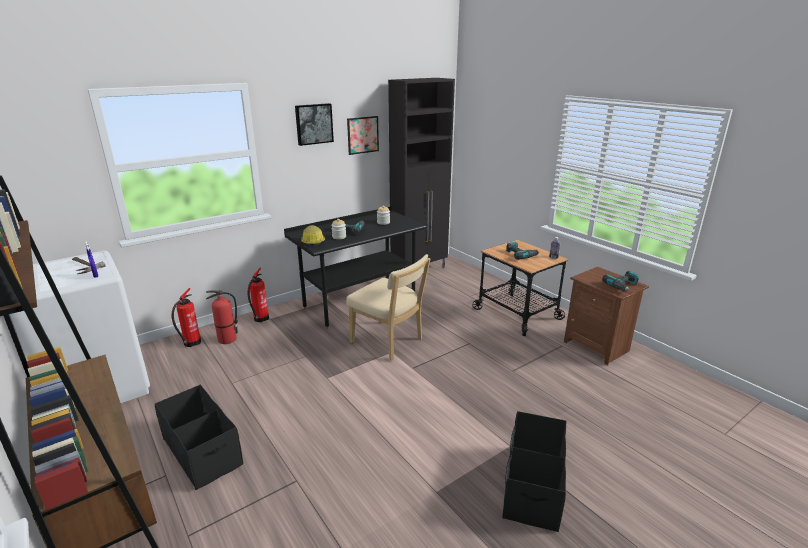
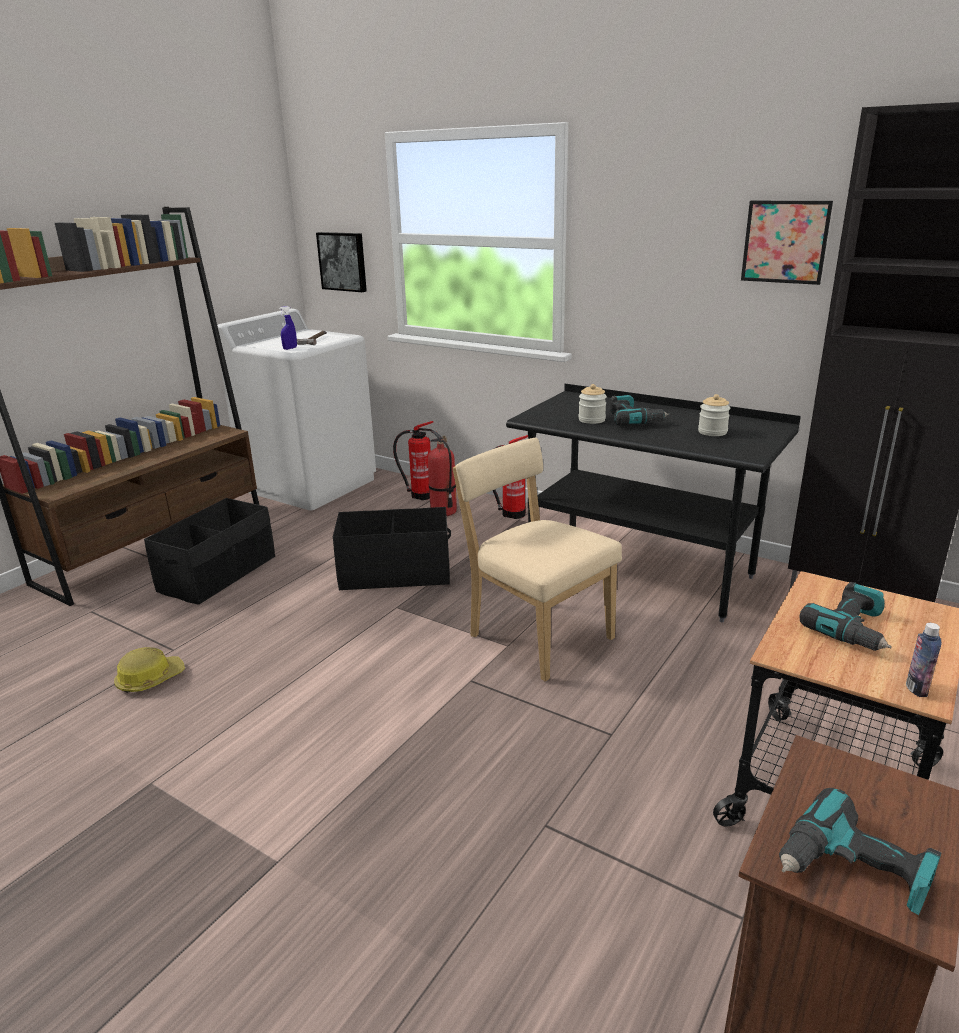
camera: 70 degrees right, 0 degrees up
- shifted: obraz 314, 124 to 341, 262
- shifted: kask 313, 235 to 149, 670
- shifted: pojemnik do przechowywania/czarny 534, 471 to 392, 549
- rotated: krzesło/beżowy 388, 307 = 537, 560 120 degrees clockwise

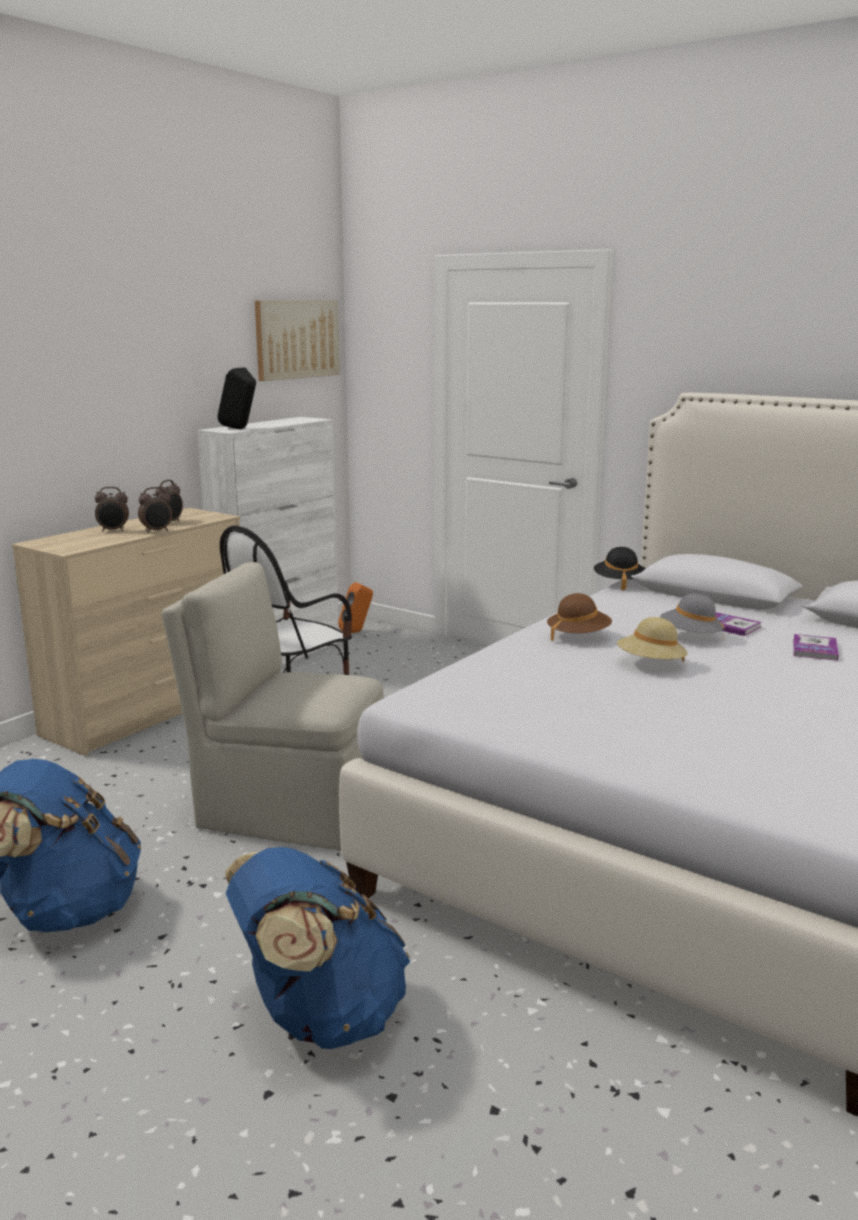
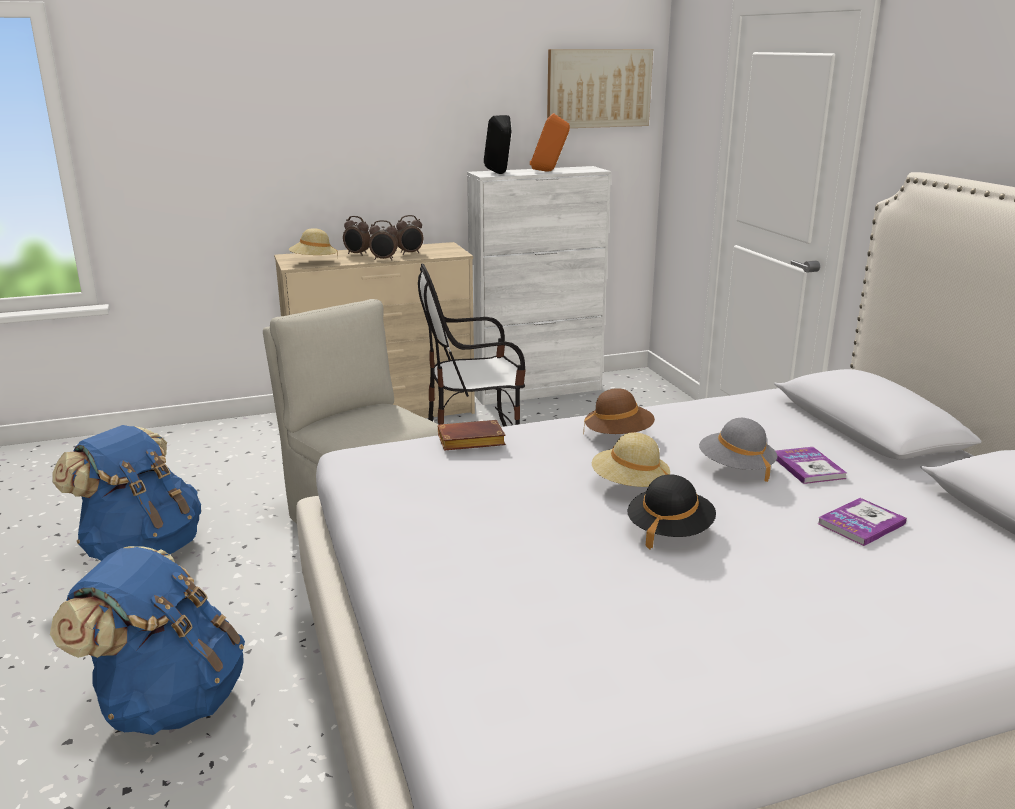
camera: 35 degrees right, 5 degrees up
- new: kapelusz/beżowy 313, 241
- new: książka/brązowy 472, 435
- shifted: głośnik/pomarańczowy 355, 607 to 550, 142
- shifted: kapelusz/czarny 619, 569 to 672, 512

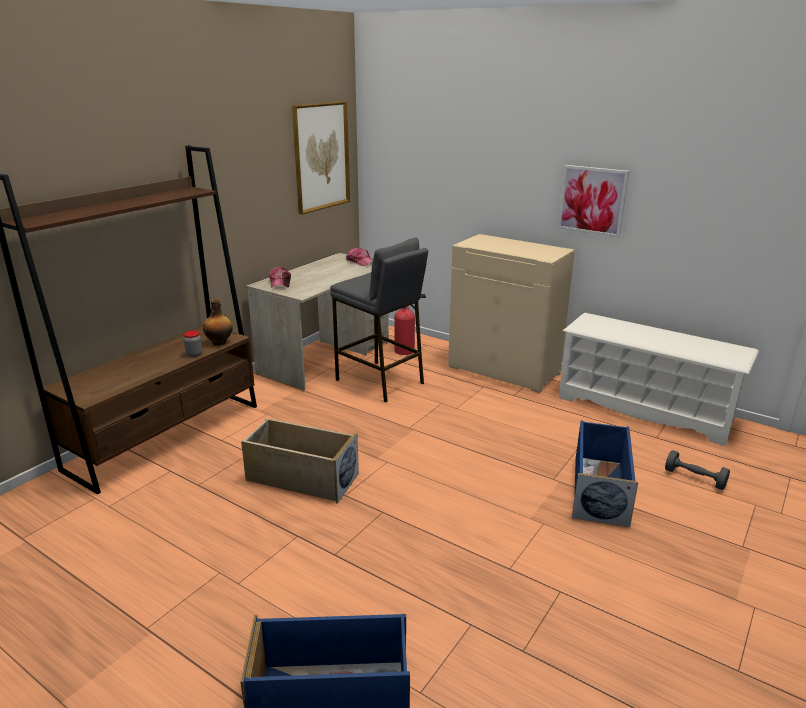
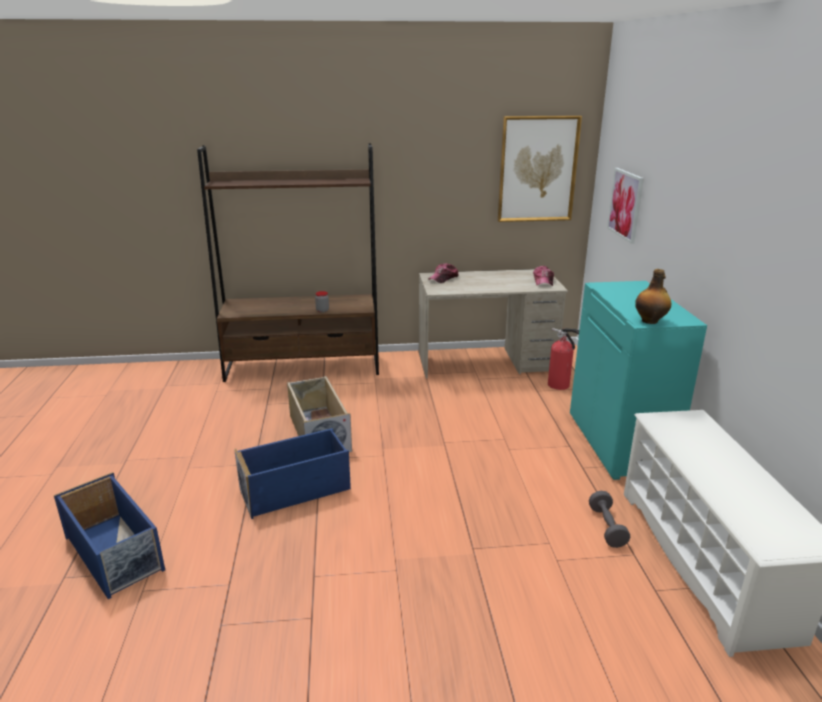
camera: 50 degrees right, 0 degrees up
- gone: stołek/szary 379, 319
- shifted: butelka 218, 322 to 653, 296
- shifted: obraz 593, 201 to 625, 206
- shifted: pojemnik do przechowywania/niebieski 605, 474 to 292, 473
- shifted: hantel/szary 697, 470 to 609, 519
- repainted: szafka/beżowy 511, 313 to szafka/turkusowy 638, 380

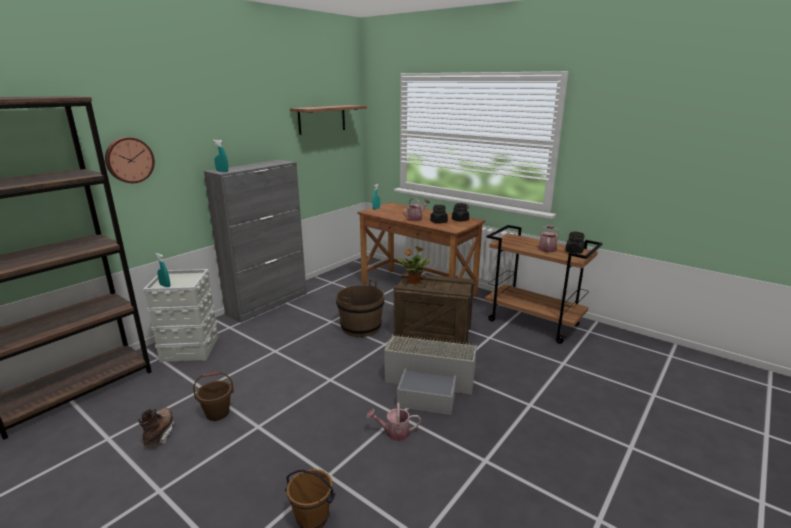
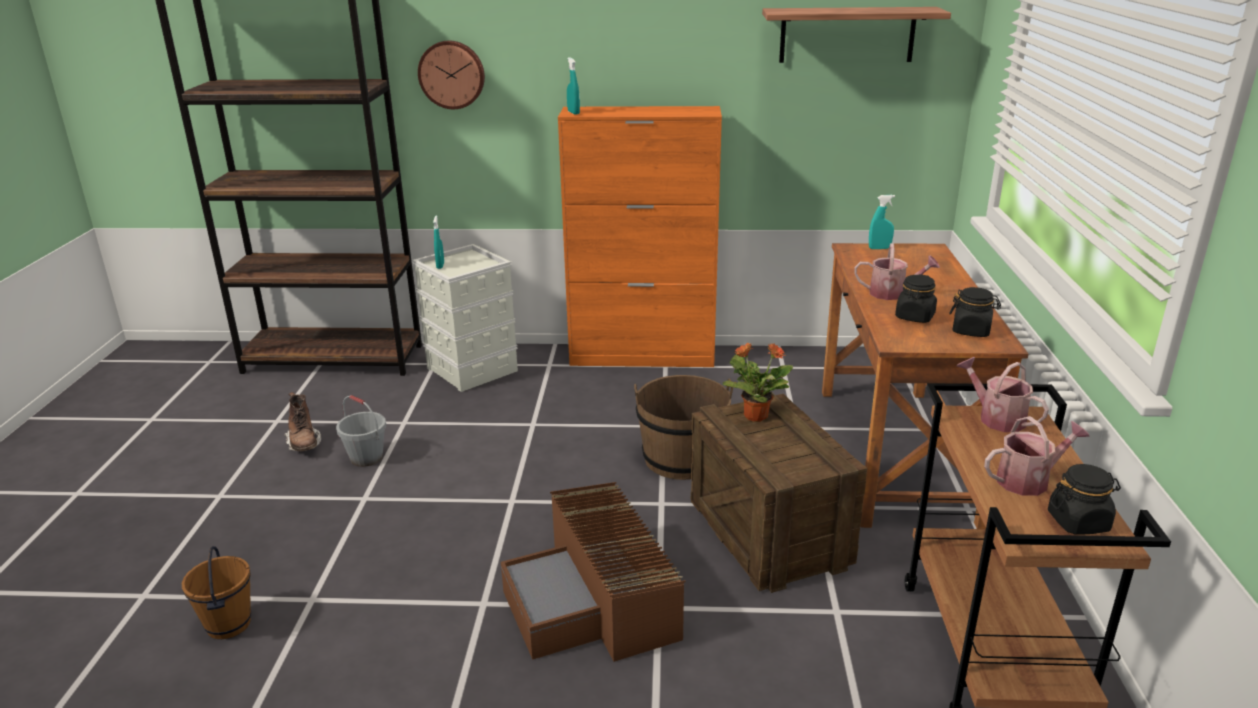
camera: 55 degrees right, 5 degrees up
- shifted: konewka 393, 422 to 1003, 394
- repainted: wiadro/brązowy 213, 396 to wiadro/szary 361, 431
- repainted: szafka/szary 255, 241 to szafka/pomarańczowy 640, 236
- repainted: pojemnik do przechowywania/szary 430, 374 to pojemnik do przechowywania/brązowy 593, 572
- rotated: but z cholewką/brązowy 156, 427 = 302, 422 105 degrees clockwise

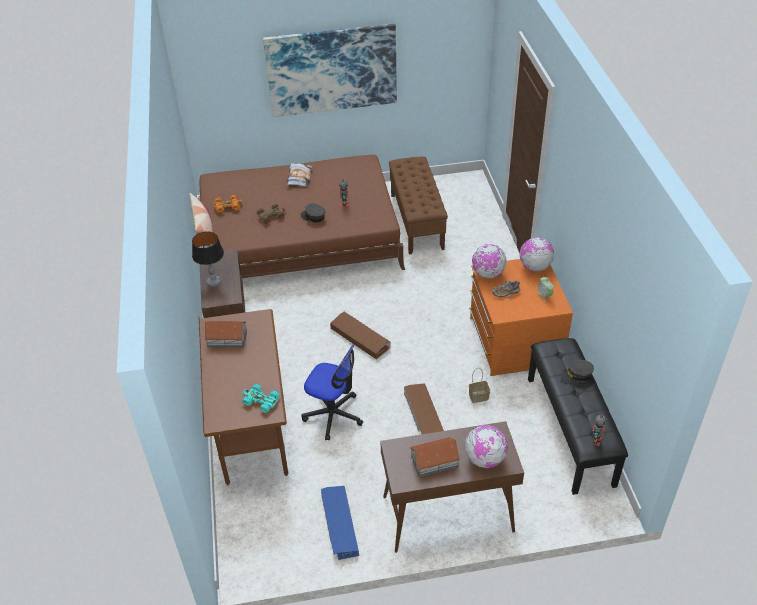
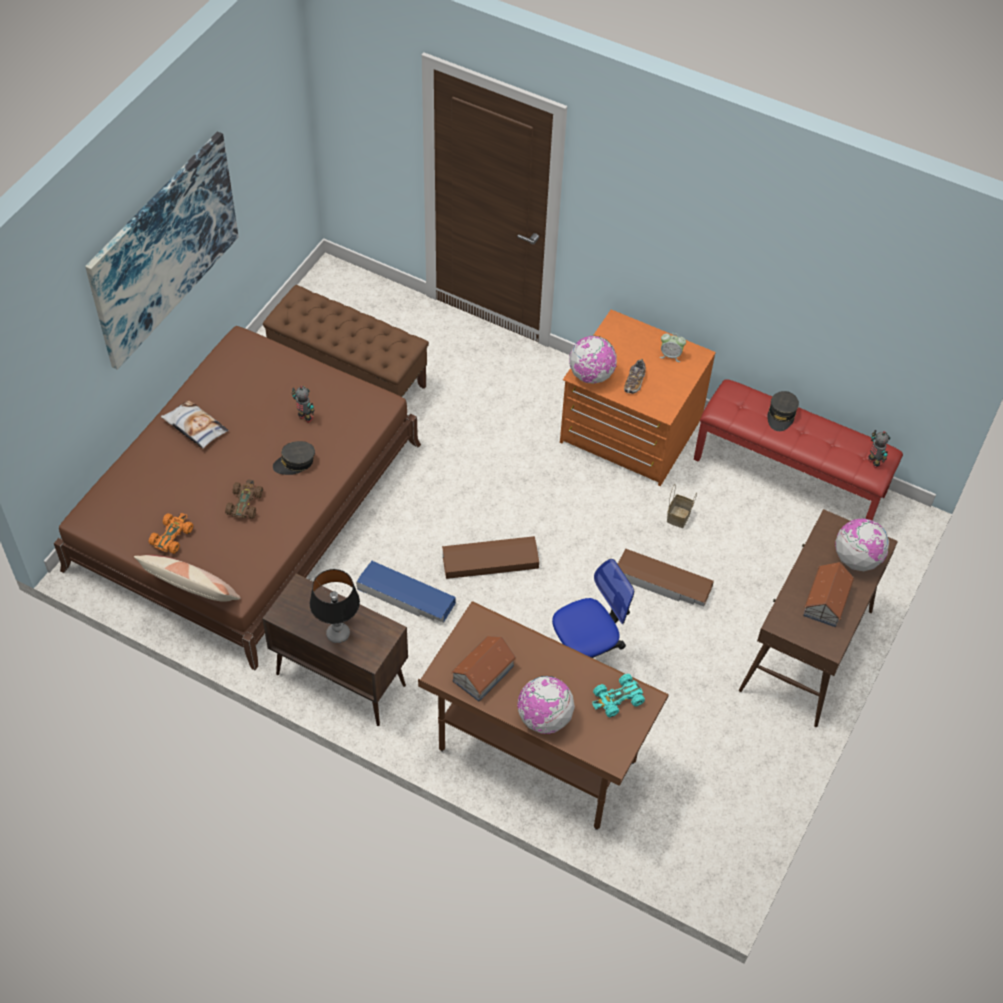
camera: 55 degrees left, 10 degrees up
- shifted: pojemnik do przechowywania/niebieski 340, 523 to 406, 592
- shifted: globus 536, 254 to 546, 705
- repainted: ławka/czarny 578, 416 to ławka/czerwony 798, 449

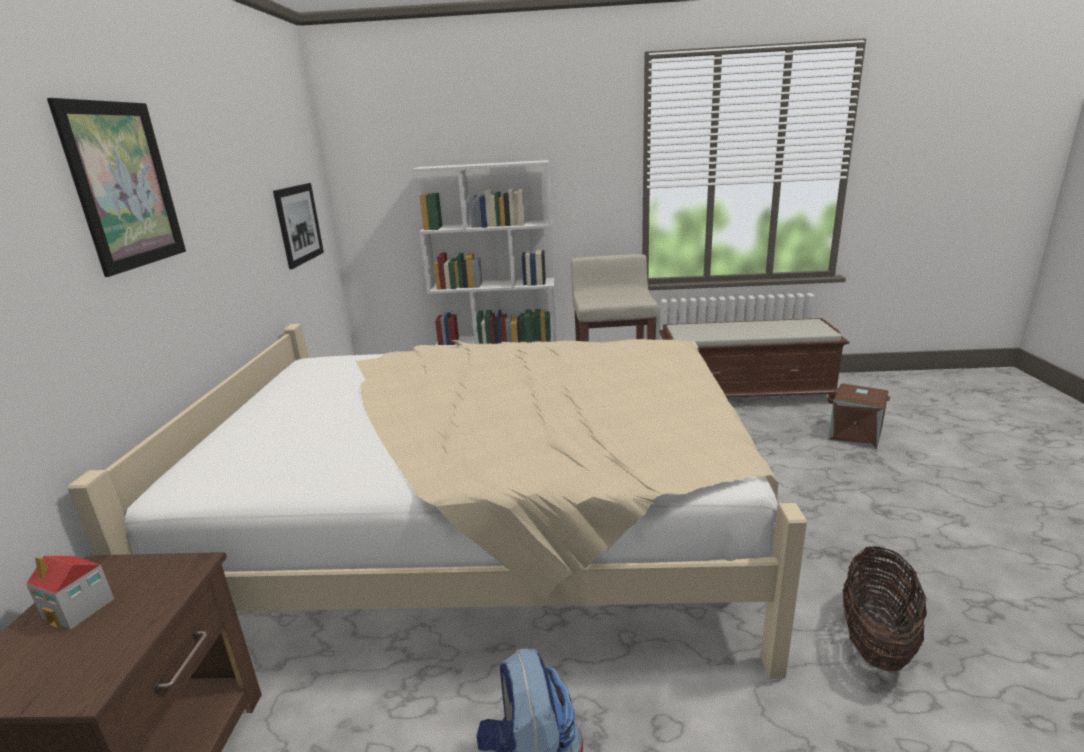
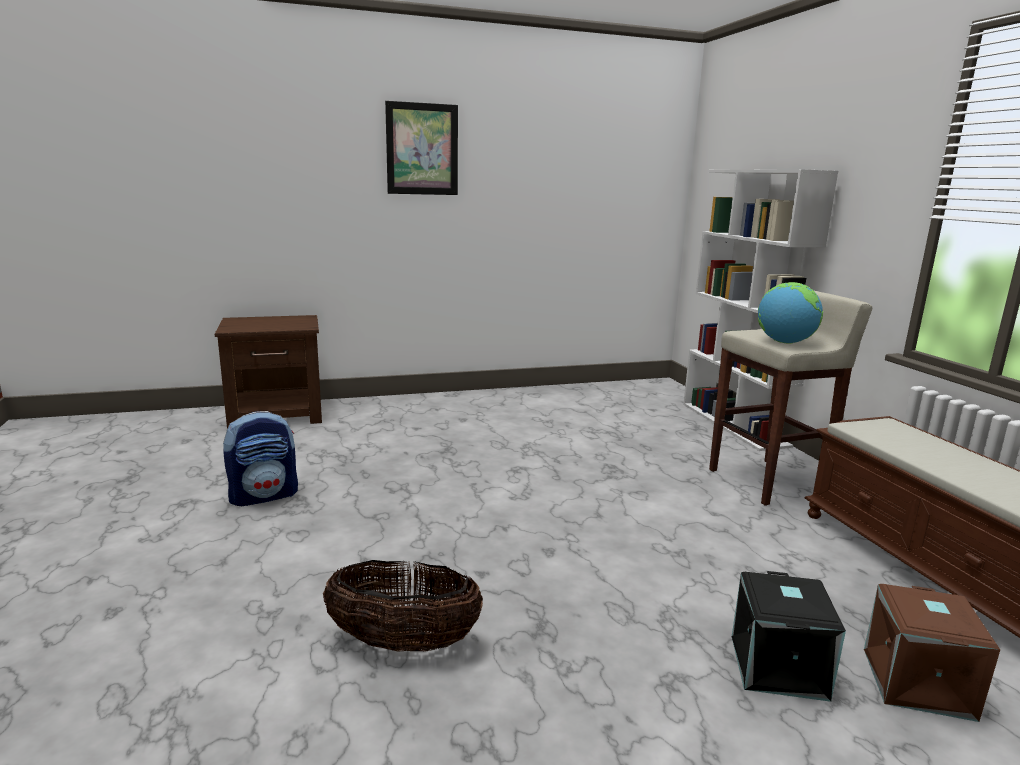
camera: 70 degrees right, 5 degrees down
- gone: domek 70, 593
- gone: łóżko/beżowy 437, 501
- gone: obraz 298, 226
- new: pojemnik do przechowywania/czarny 789, 636
- new: globus 790, 313

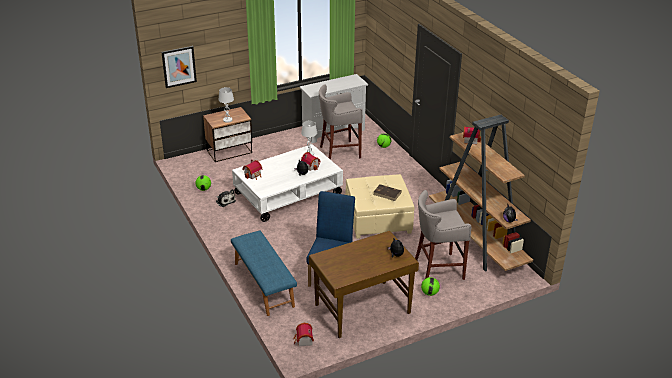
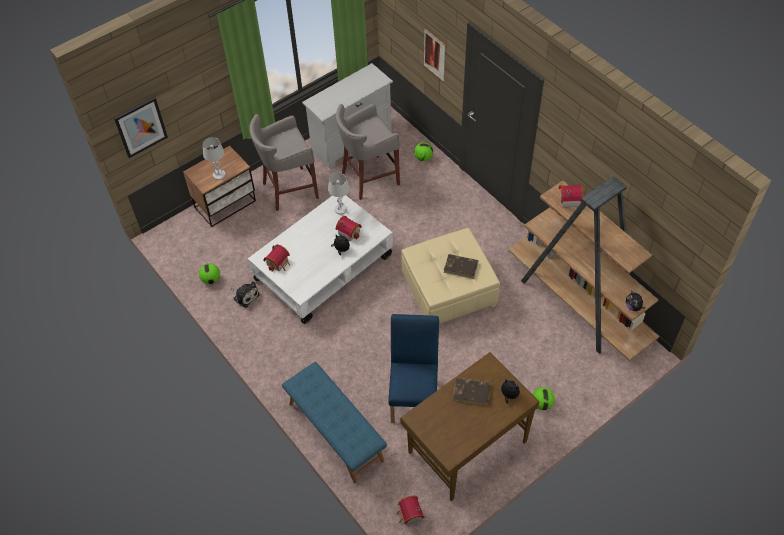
camera: 10 degrees left, 20 degrees up
- new: obraz 434, 55
- new: książka/brązowy 472, 391
- shifted: stołek/szary 443, 235 to 284, 162

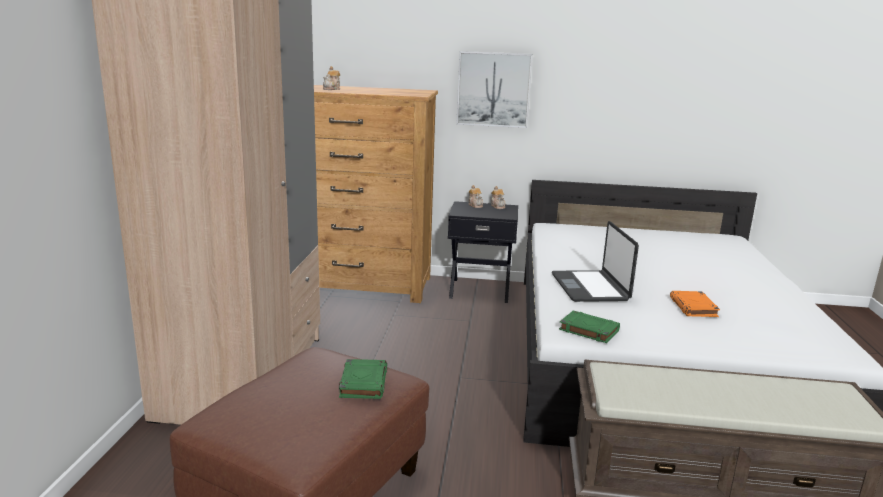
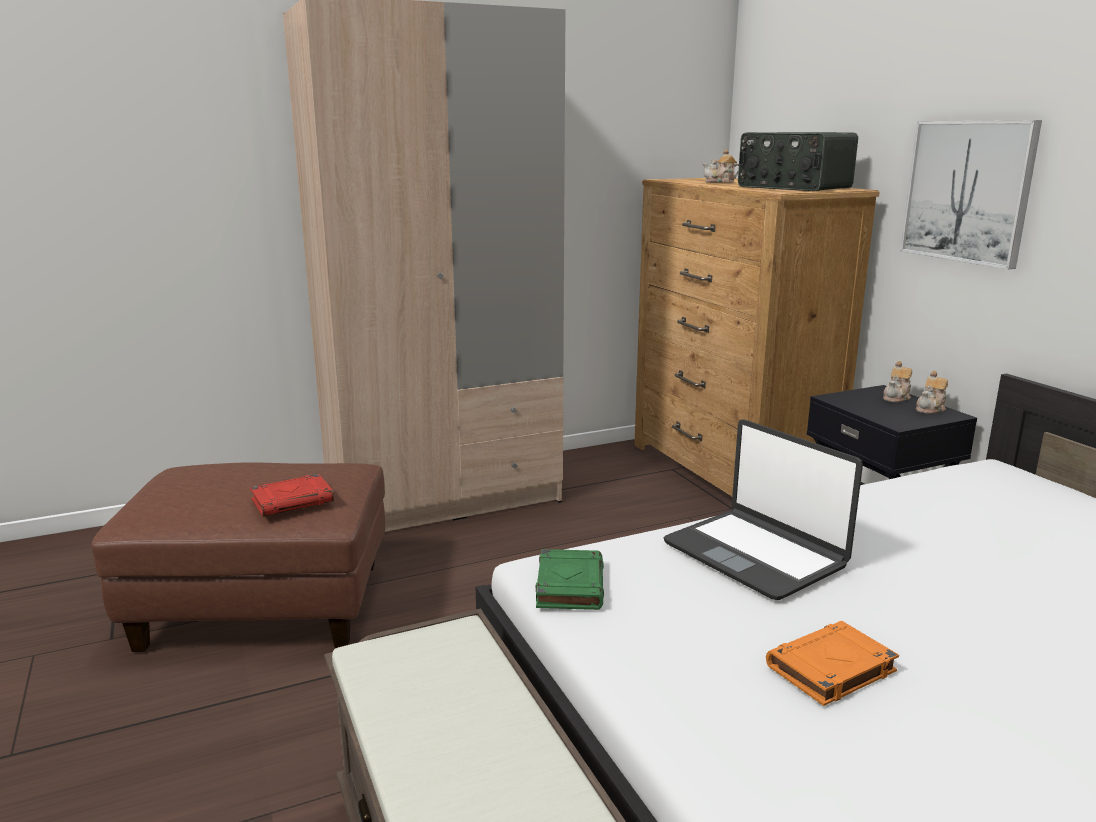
camera: 60 degrees right, 0 degrees up
- new: radio 798, 161
- repainted: książka/zielony 363, 379 to książka/czerwony 292, 495
- rotated: laptop 595, 261 = 763, 509 90 degrees counterclockwise

